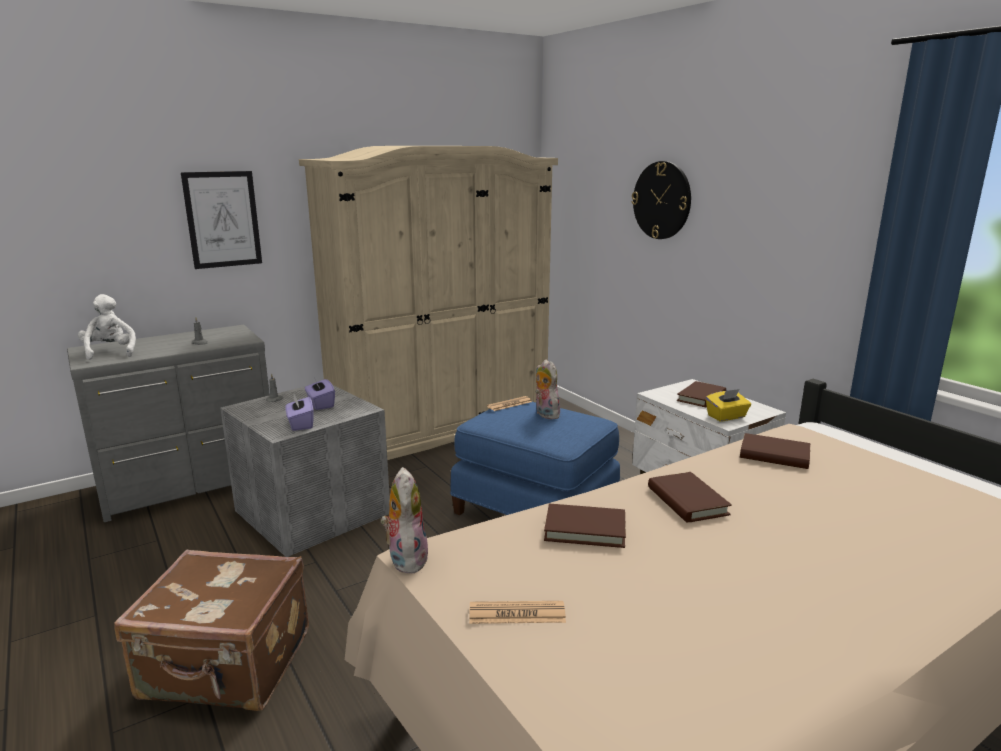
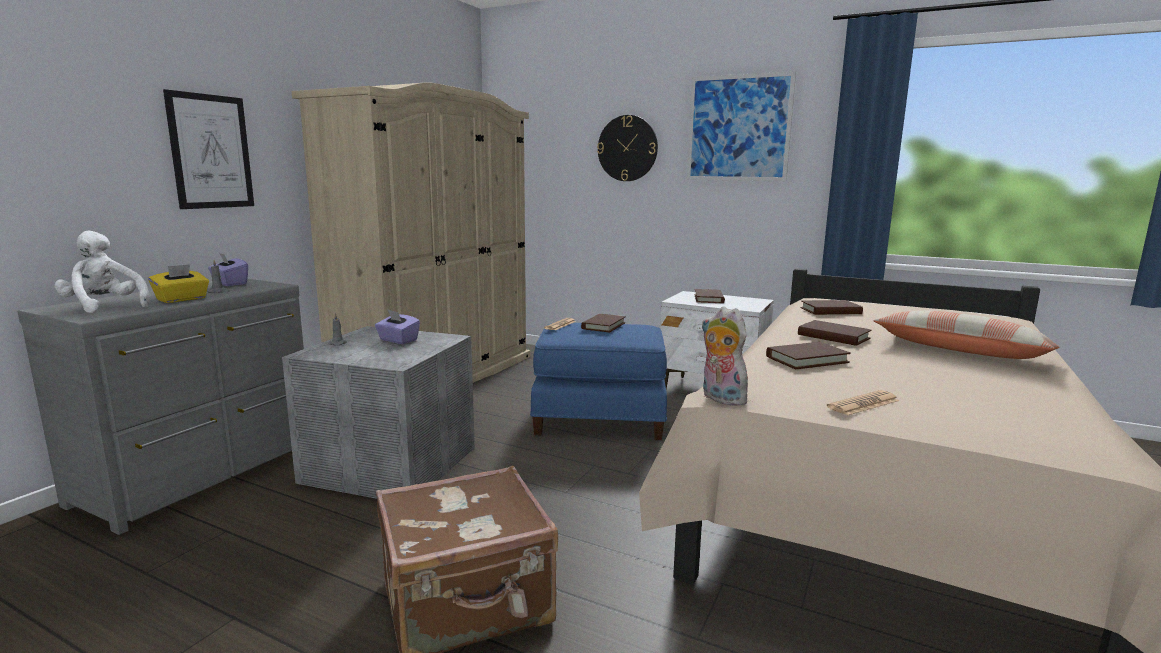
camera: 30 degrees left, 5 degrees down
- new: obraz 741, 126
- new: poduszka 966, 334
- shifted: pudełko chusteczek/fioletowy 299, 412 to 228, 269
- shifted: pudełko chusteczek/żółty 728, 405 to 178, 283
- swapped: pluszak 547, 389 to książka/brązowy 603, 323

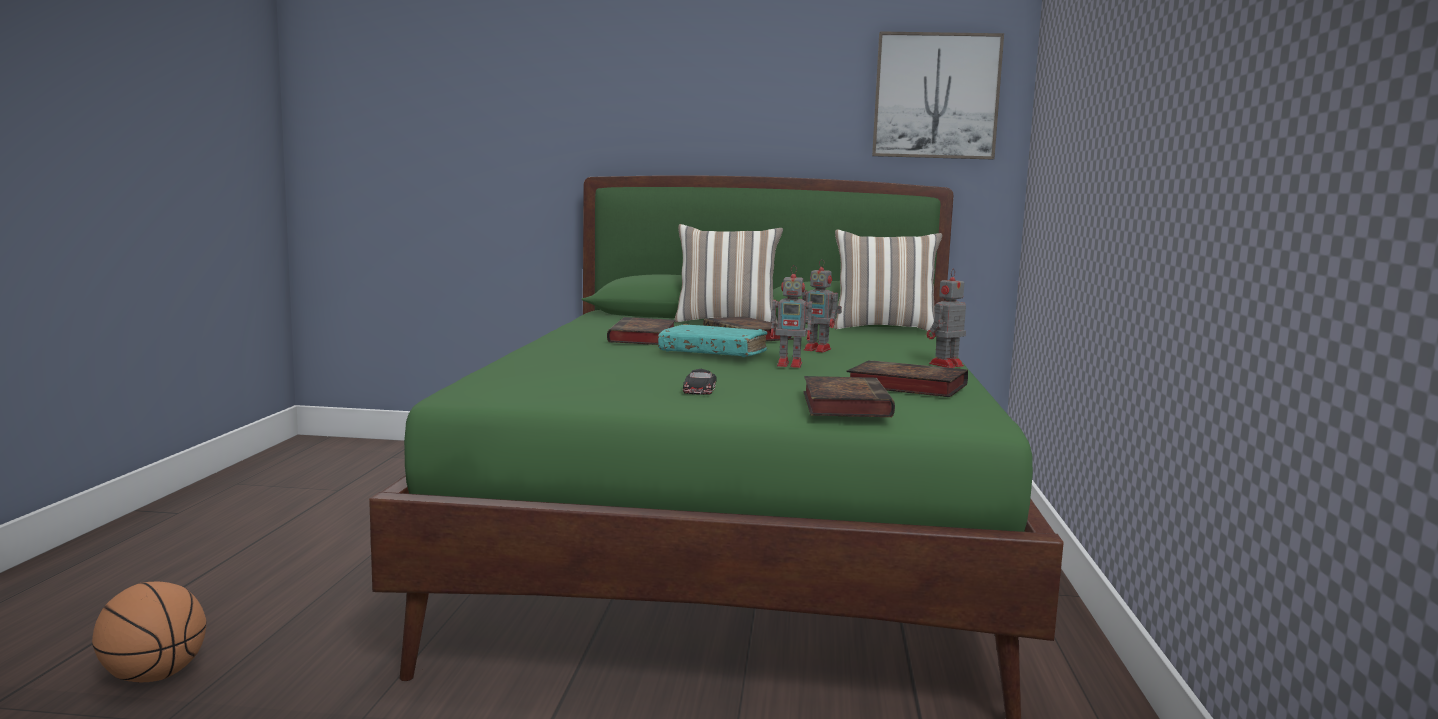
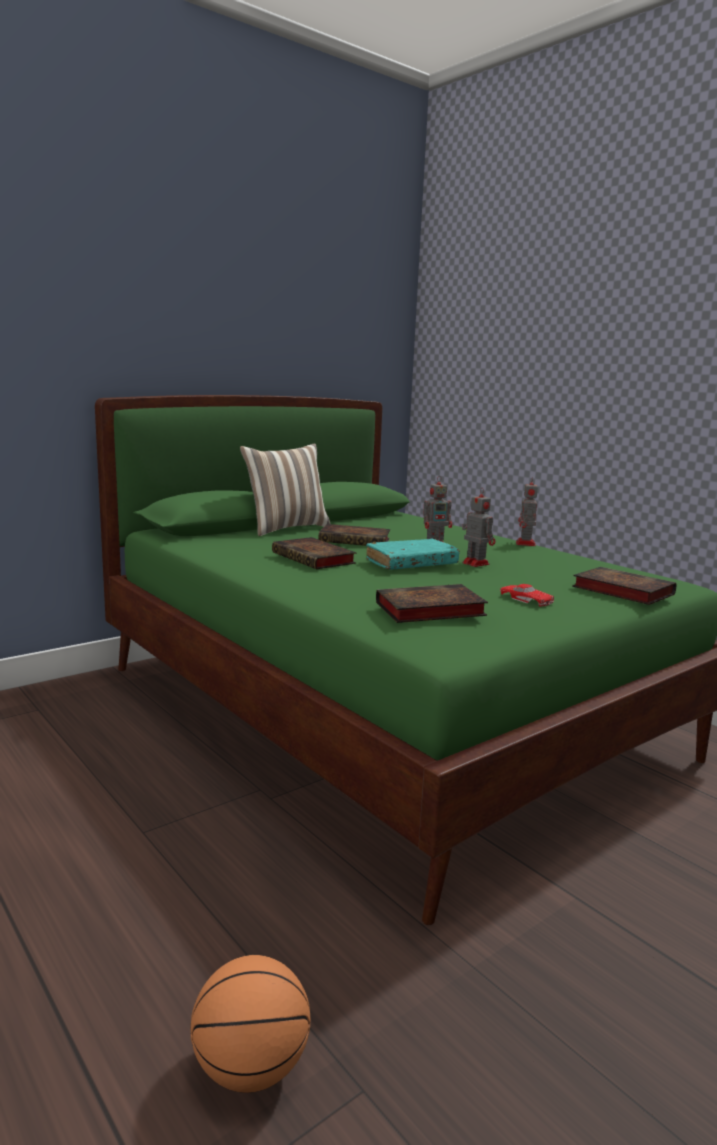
camera: 45 degrees left, 5 degrees up
- gone: poduszka 888, 280
- gone: obraz 938, 95
- shifted: książka 907, 378 to 432, 603
- repainted: samochodzik/czarny 699, 382 to samochodzik/czerwony 527, 595
- rotated: robot zabawkowy 793, 316 = 478, 527 90 degrees counterclockwise

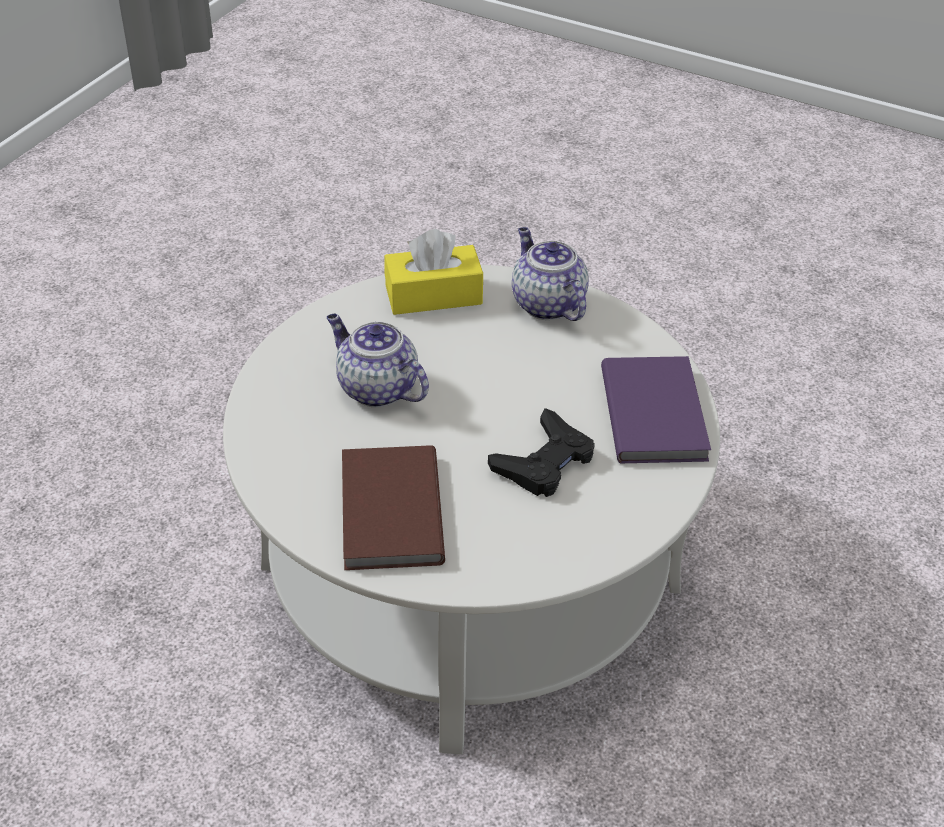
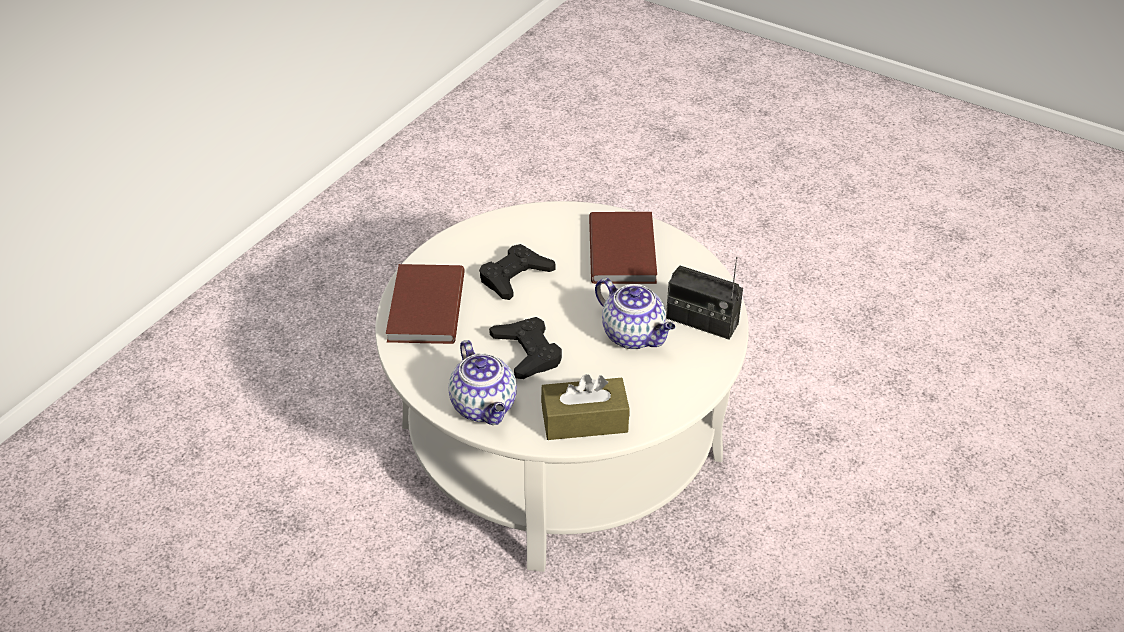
camera: 175 degrees left, 0 degrees up
- new: pad do gier/czarny 525, 348
- new: radio 704, 298
- repainted: pudełko chusteczek/żółty 433, 272 to pudełko chusteczek/brązowy 585, 407
- repainted: książka/fioletowy 656, 409 to książka/brązowy 425, 304

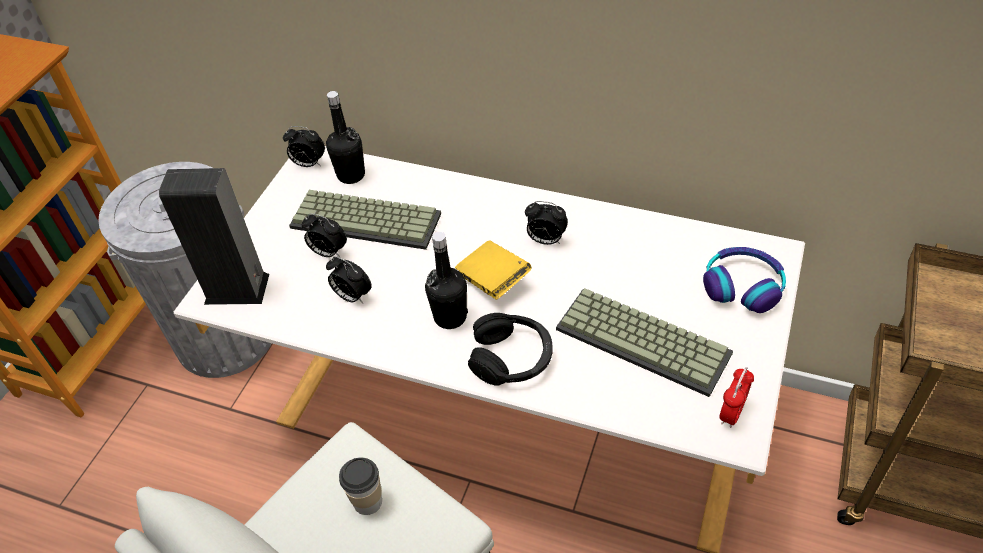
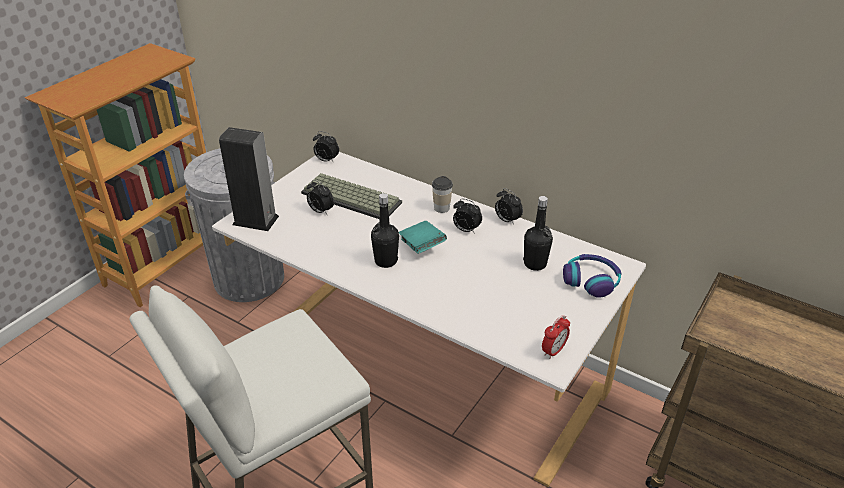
camera: 10 degrees right, 10 degrees down
- gone: słuchawki/czarny 510, 349
- gone: klawiatura 644, 342
- shifted: butelka/czarny 345, 137 to 538, 233
- shifted: budzik 349, 279 to 509, 206
- shifted: filiżanka 360, 486 to 442, 194
- repainted: książka/żółty 493, 270 to książka/turkusowy 423, 237

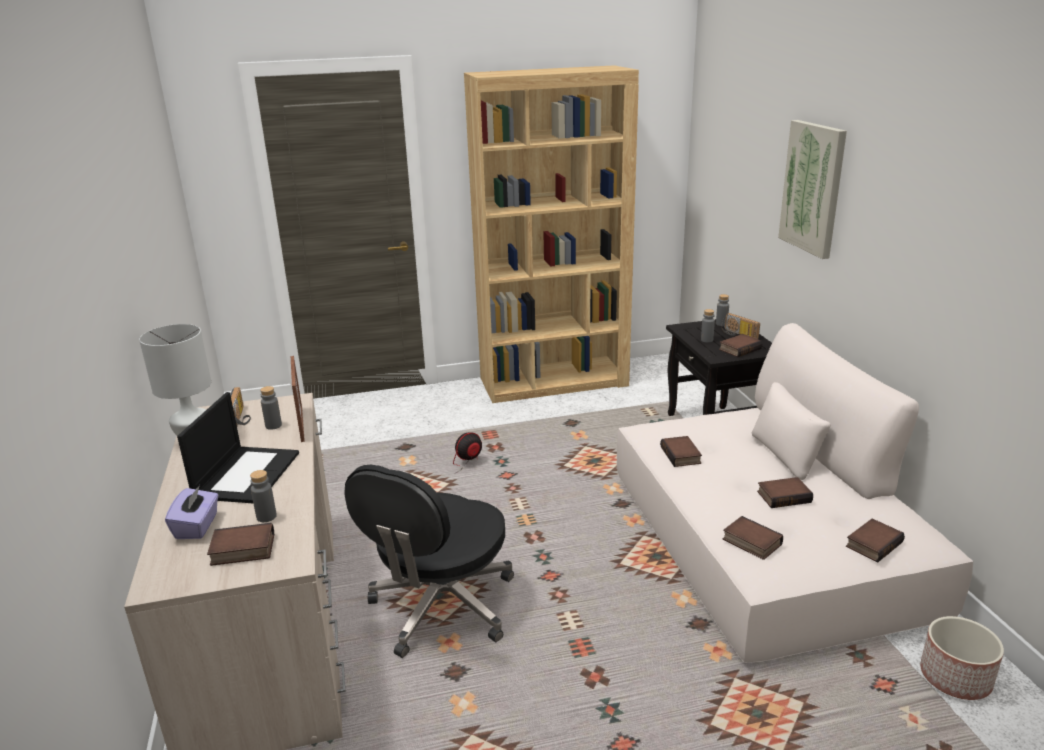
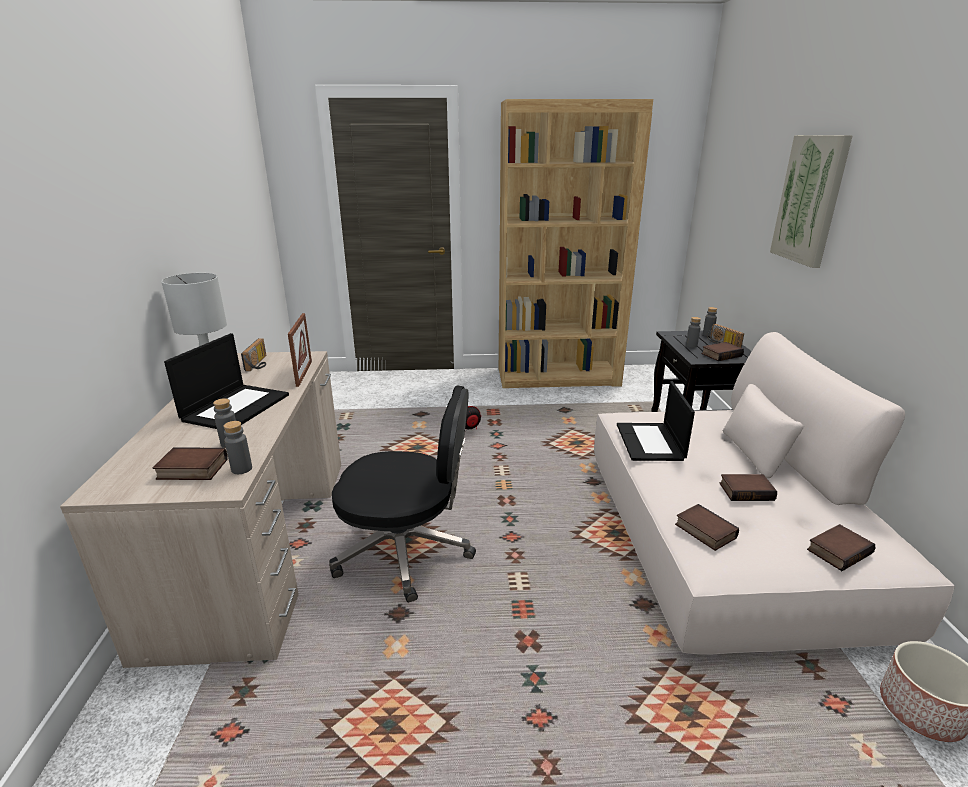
camera: 10 degrees right, 0 degrees up
- gone: pudełko chusteczek/fioletowy 191, 512
- shifted: butelka/szary 271, 408 to 237, 447
- swapped: książka 681, 451 to laptop 656, 421
- rotated: krzesło biurowe/czarny 429, 561 = 402, 494 120 degrees counterclockwise

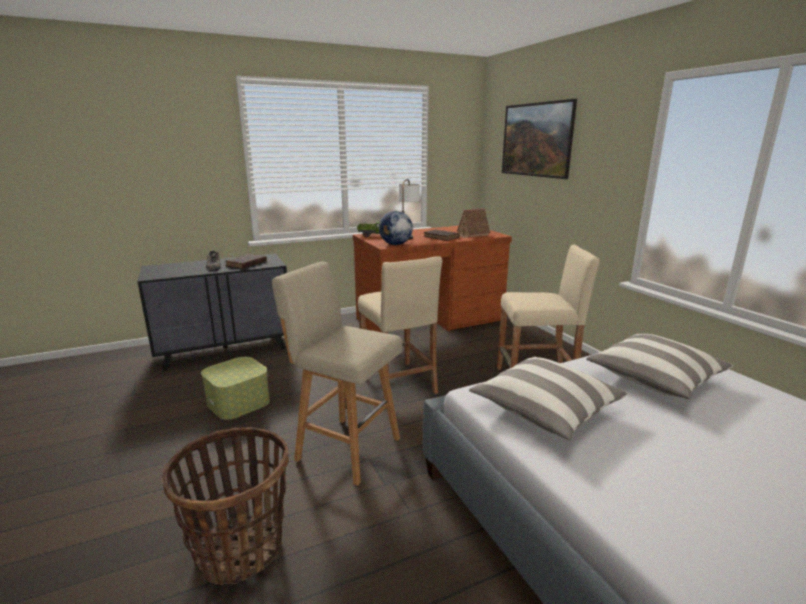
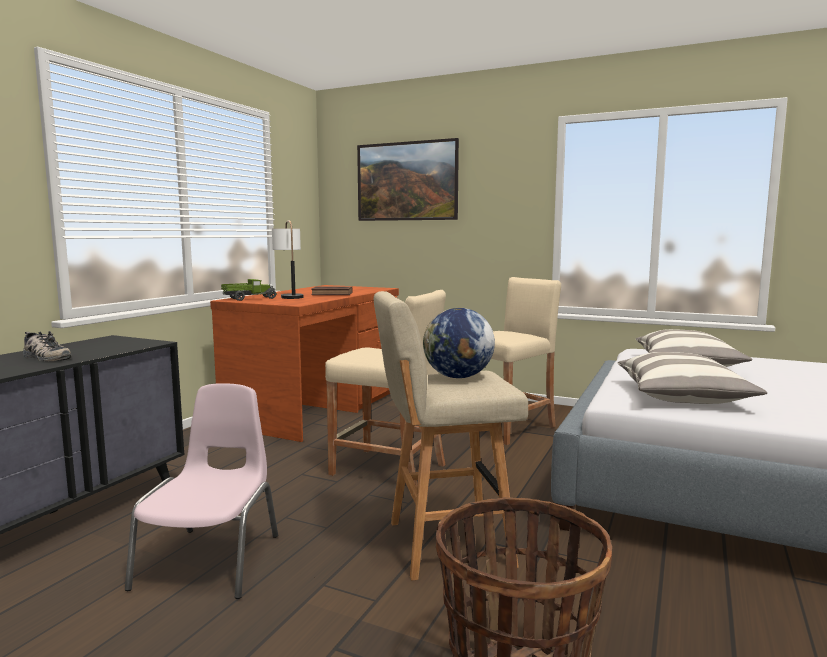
camera: 40 degrees left, 10 degrees down
- gone: książka/brązowy 246, 261
- gone: domek 473, 223
- shifted: globus 396, 228 to 459, 343
- swapped: pojemnik do przechowywania 235, 388 to krzesło/różowy 201, 491

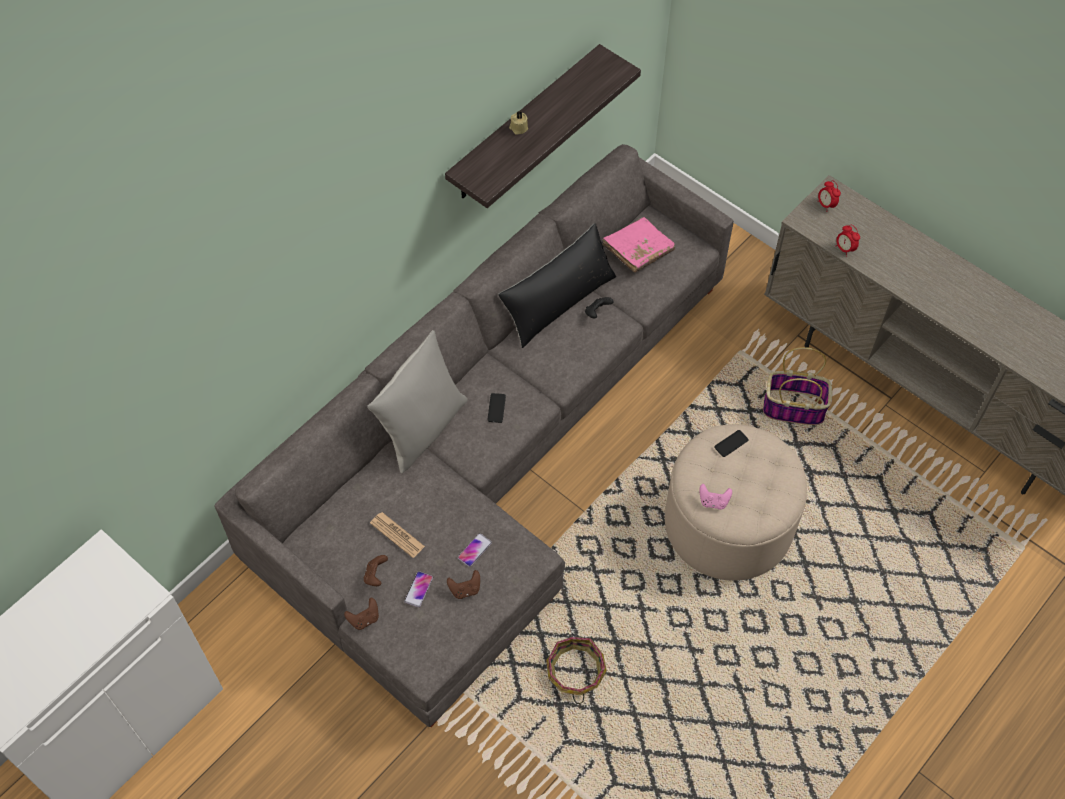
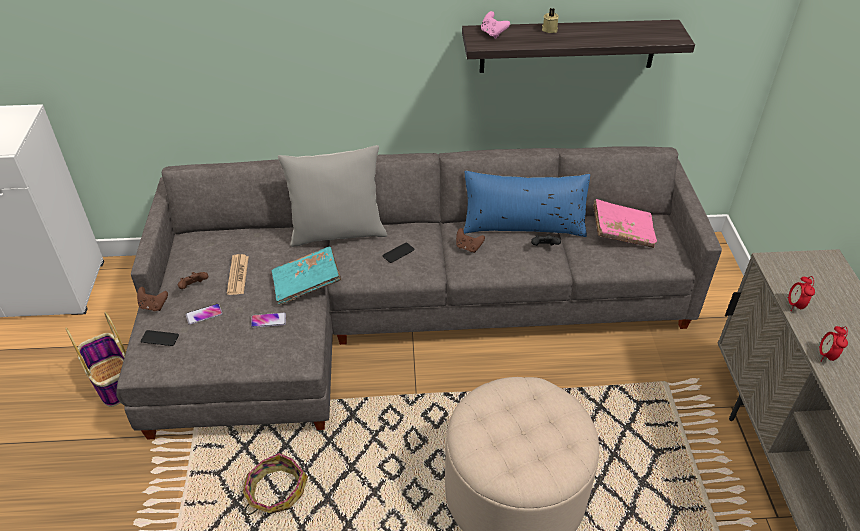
camera: 45 degrees right, 15 degrees down
- new: książka/turkusowy 306, 276
- shifted: pad do gier/brązowy 463, 584 to 470, 240
- shifted: pad do gier/różowy 716, 497 to 495, 25
- shifted: telefon 731, 443 to 160, 338
- shifted: koszyk 797, 386 to 95, 359
- shifted: budzik 829, 196 to 833, 344
- repainted: poduszka/czarny 557, 285 to poduszka/niebieski 527, 204

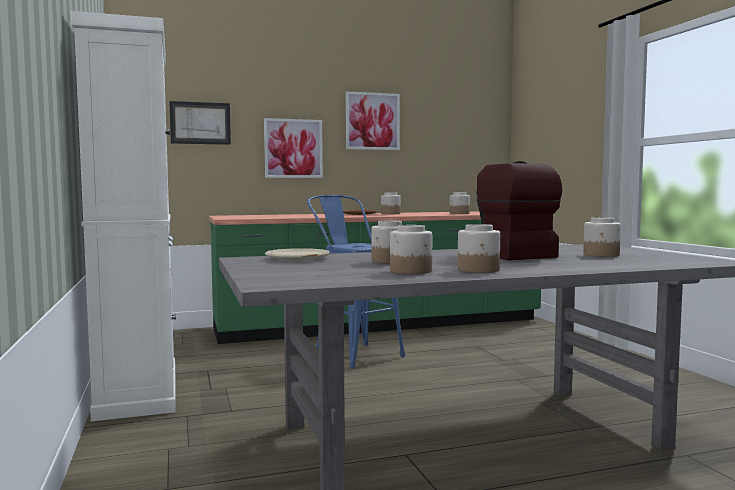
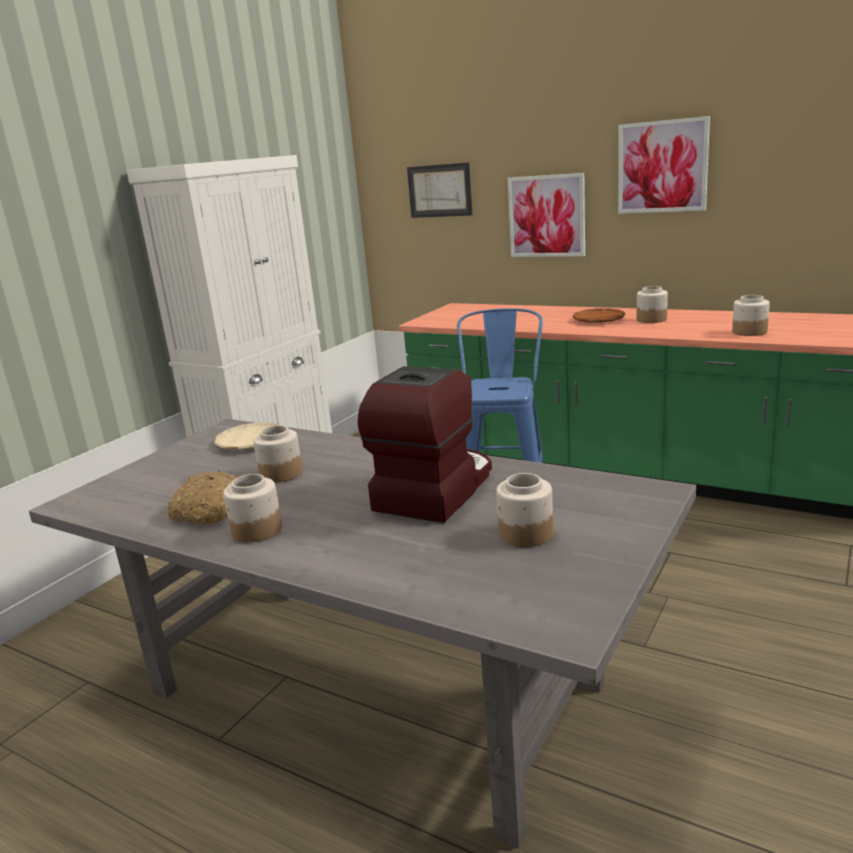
camera: 50 degrees right, 15 degrees up
- swapped: słoik 411, 249 to chleb 203, 497

